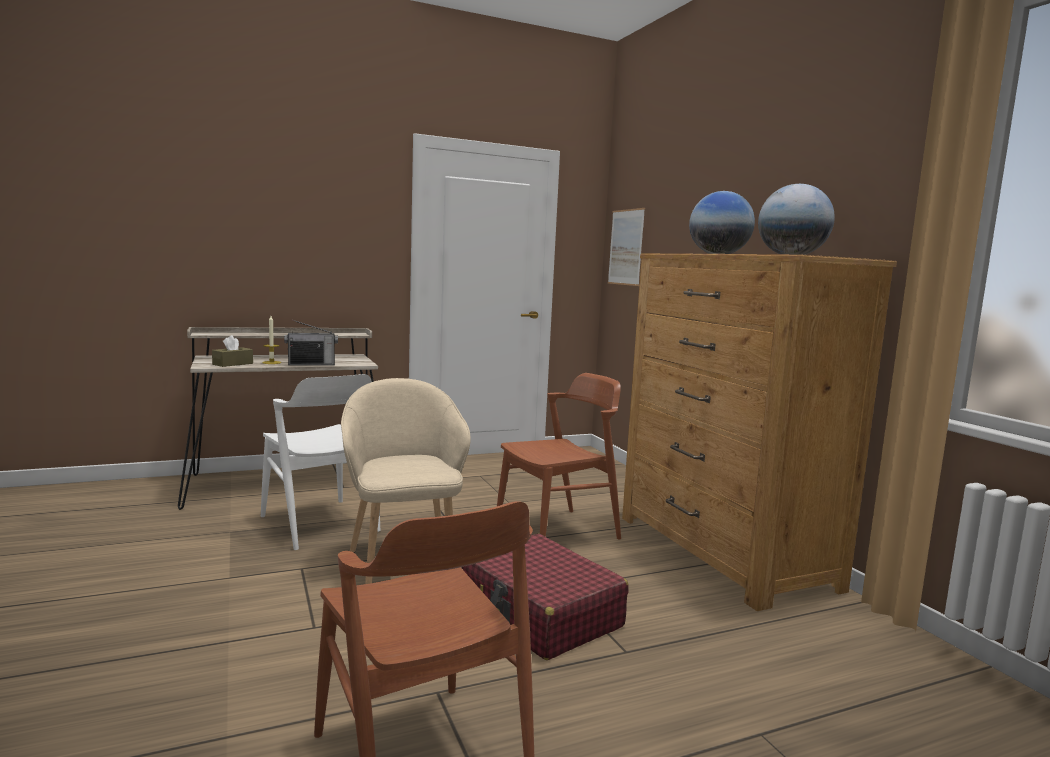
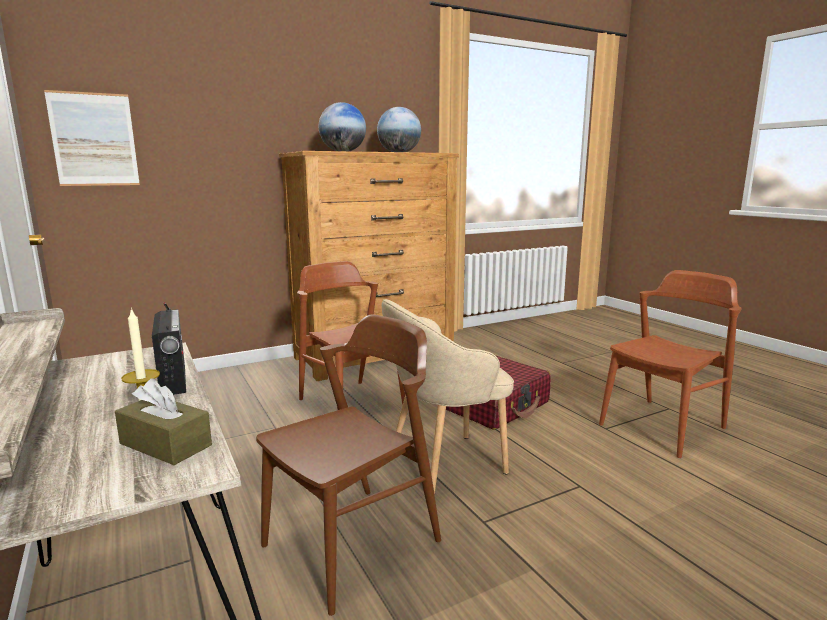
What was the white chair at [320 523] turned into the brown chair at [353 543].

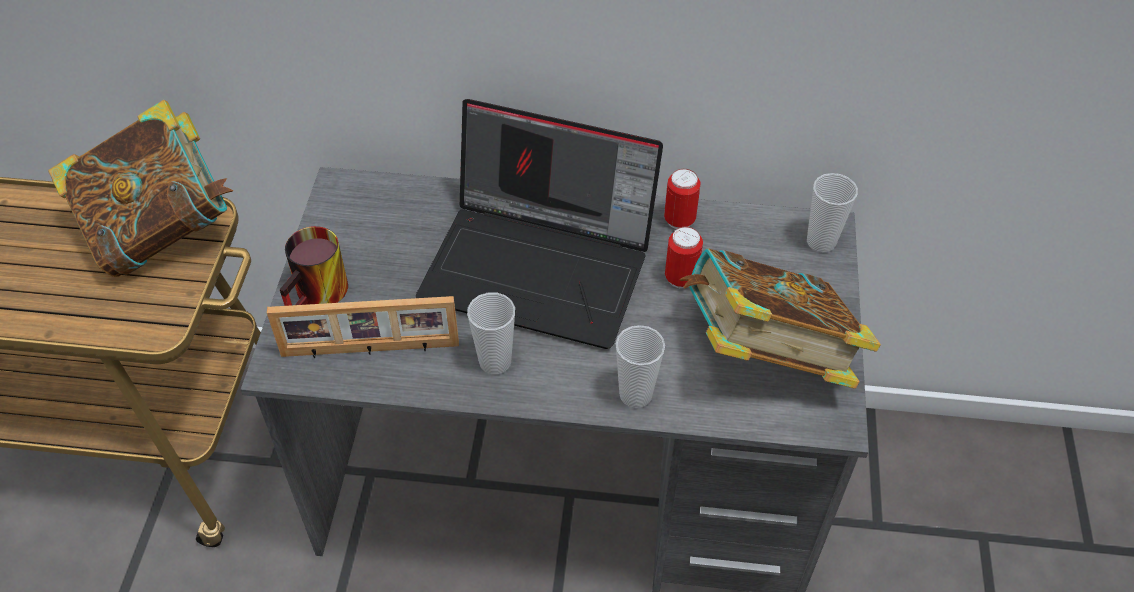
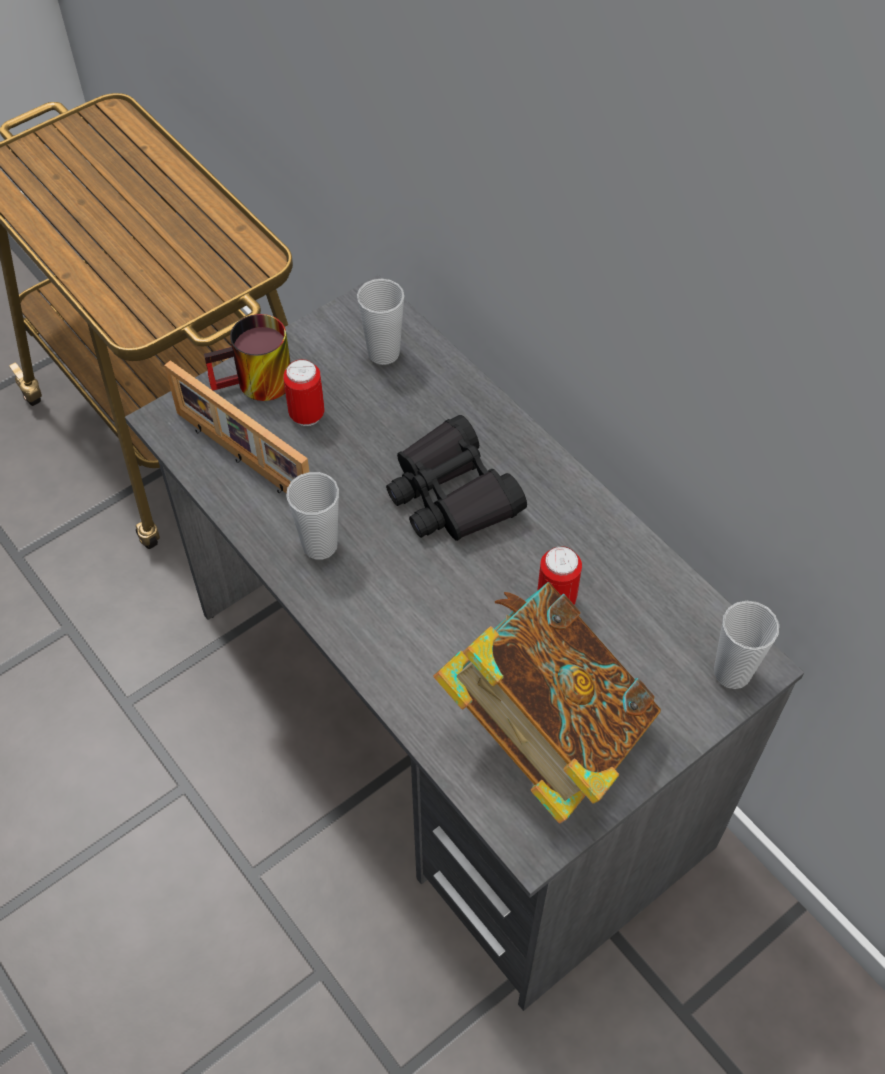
The second view lost the book at [161 230]. The cup ended up elsewhere, having gone from [635 395] to [383 353]. The can ended up elsewhere, having gone from [679 220] to [307 415]. Where the laptop stood at [542 266], the black binoculars came to stand at [451 494].

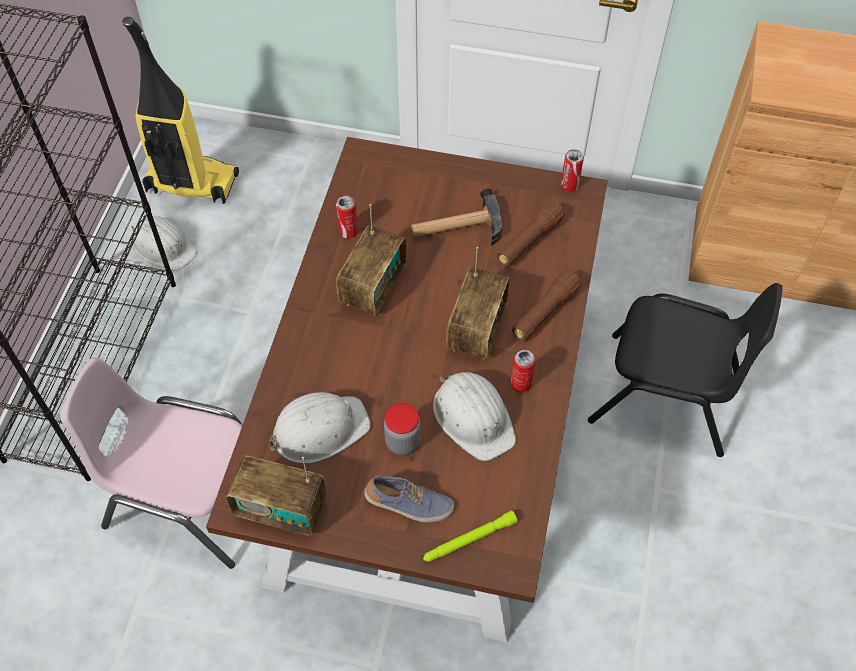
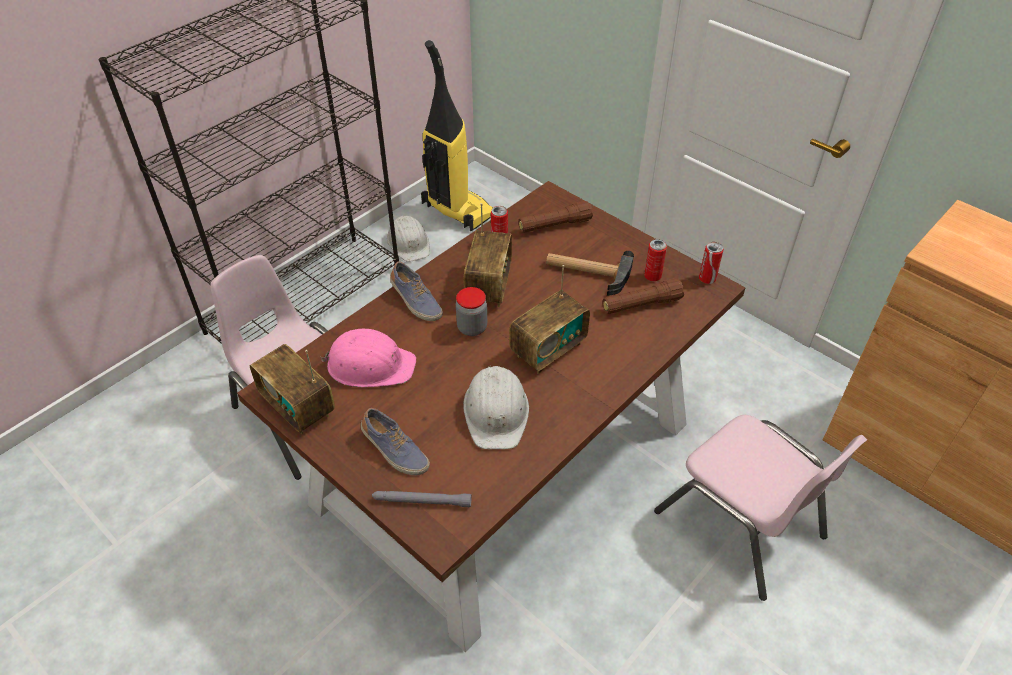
The second view gained the shoe at [415 301]. The jar ended up elsewhere, having gone from [402 442] to [472 328]. The can ended up elsewhere, having gone from [521 384] to [652 276]. The brown flashlight ended up elsewhere, having gone from [545 312] to [554 225]. What was the white hard hat at [319 429] turned into the pink hard hat at [370 365]. What was the green flashlight at [469 540] turned into the grey flashlight at [421 501]. What was the black chair at [666 396] turned into the pink chair at [740 524]. The radio at [373 287] ended up facing another way, 45 degrees counterclockwise from before.

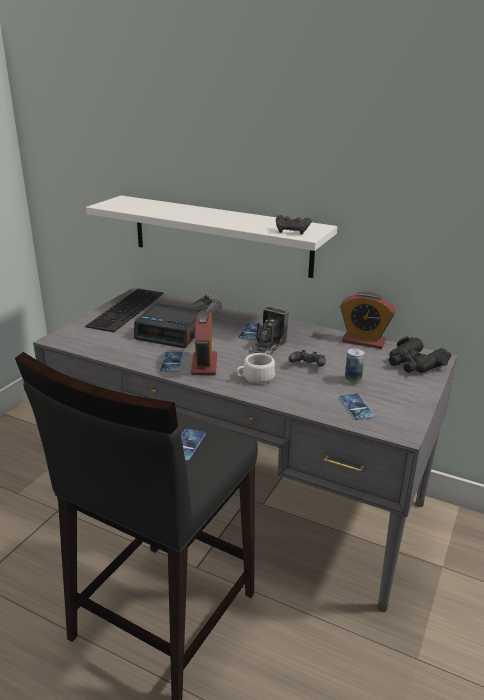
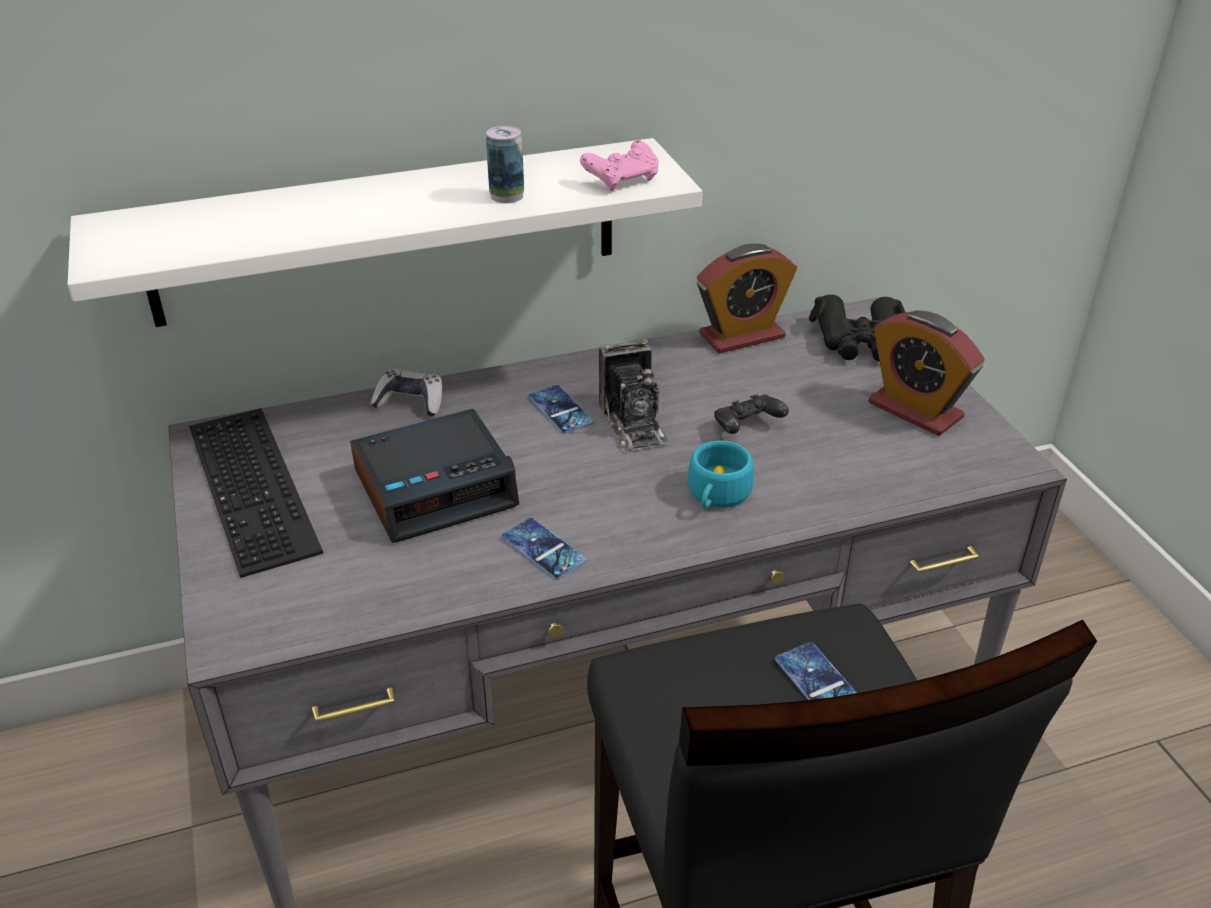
The second view lost the phone at [356 407]. The alarm clock ended up elsewhere, having gone from [204 364] to [915 410]. The can ended up elsewhere, having gone from [352 380] to [507 196]. What was the white cup at [255 378] turned into the turquoise cup at [716 495]. What was the black game controller at [292 231] turned into the pink game controller at [622 180].

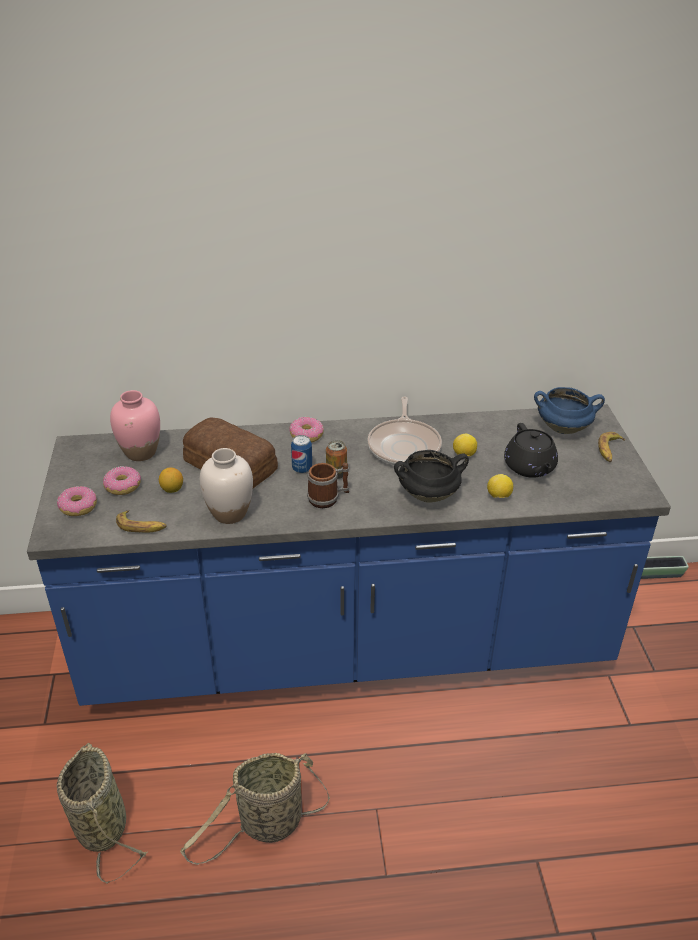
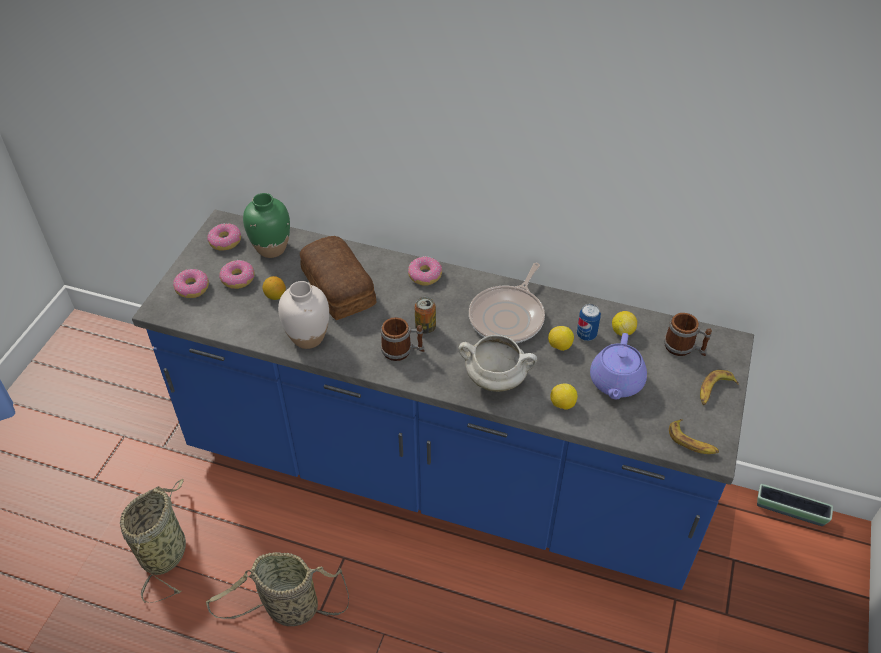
The second view gained the donut at [225 241]. The second view gained the lemon at [622 331]. The banana ended up elsewhere, having gone from [141 526] to [692 442]. The can ended up elsewhere, having gone from [302 469] to [586 335]. Where the blue cooking pot stood at [563 428], the mug came to stand at [684 348]. What was the pink vase at [141 452] turned into the green vase at [272 248]. What was the black cooking pot at [429 494] turned into the white cooking pot at [496 379]. What was the black teapot at [529 467] turned into the purple teapot at [616 382].

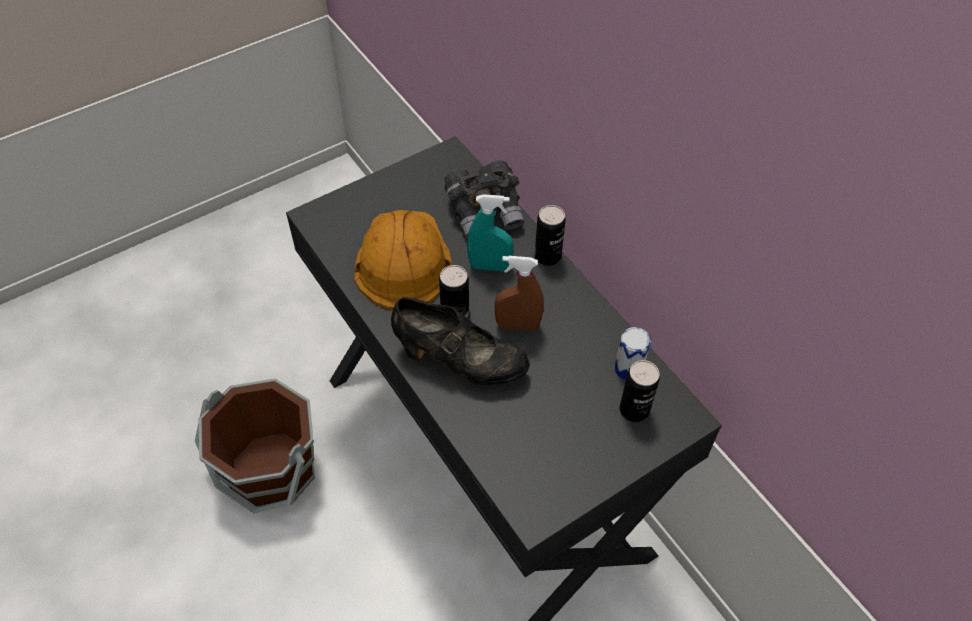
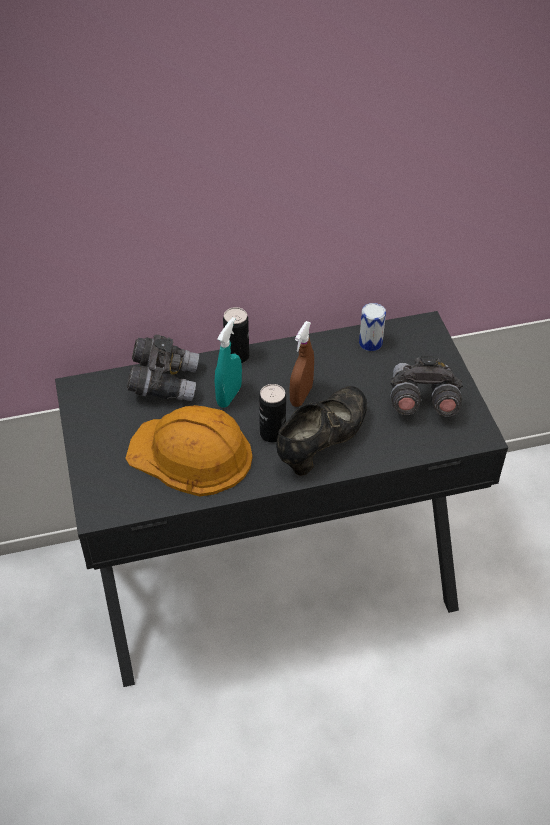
The second view lost the brown bucket at [271 471]. The second view lost the can at [634 410]. The second view gained the grey binoculars at [421 401].

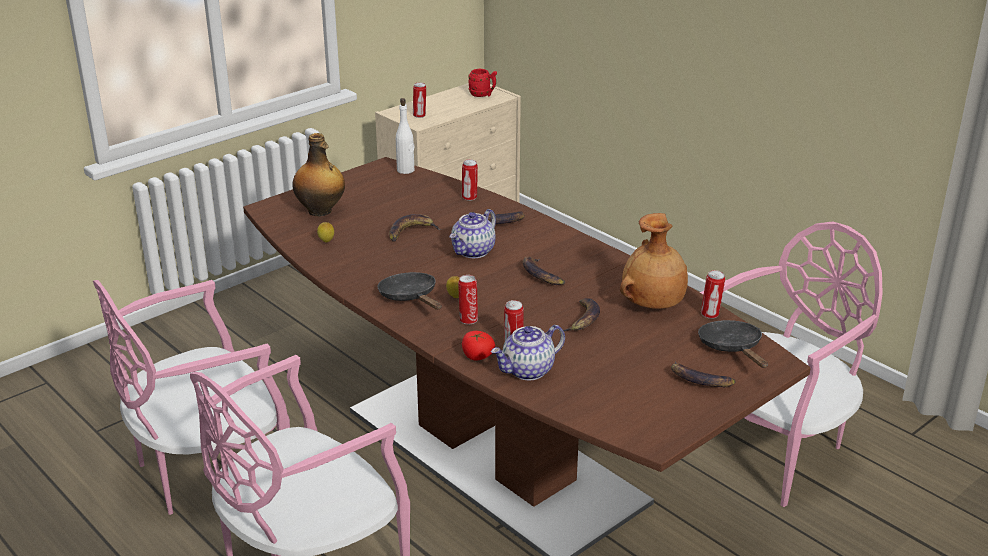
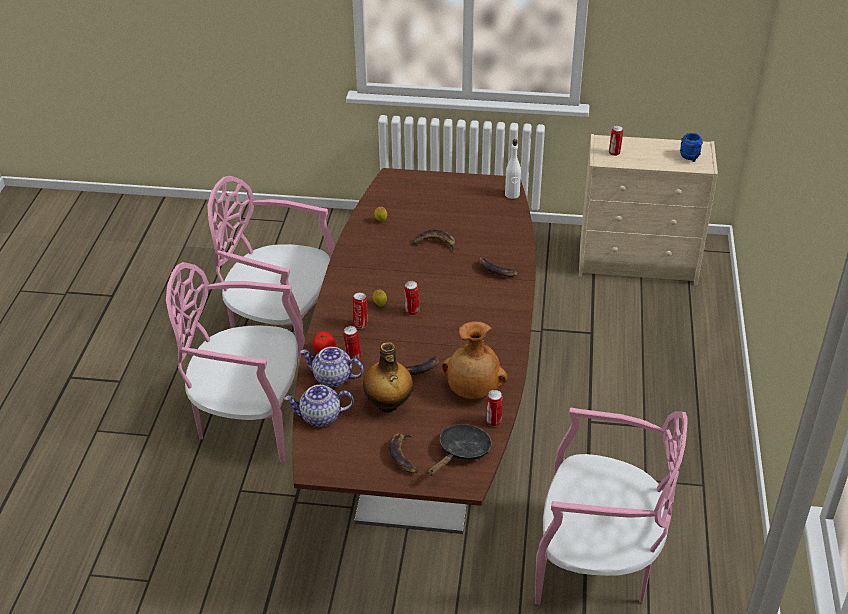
The second view lost the black frying pan at [410 297]. The second view lost the banana at [540 275]. The bottle ended up elsewhere, having gone from [320 211] to [388 405]. The teapot ended up elsewhere, having gone from [473 251] to [320 417]. The can ended up elsewhere, having gone from [469 198] to [412 312]. What was the red mug at [483 95] turned into the blue mug at [691 158].

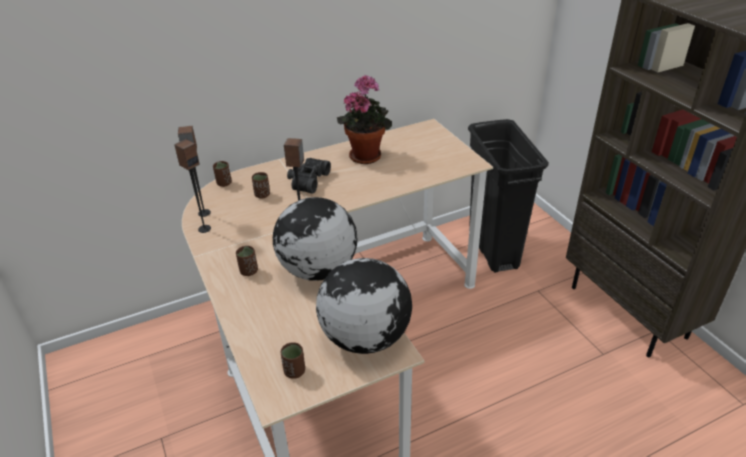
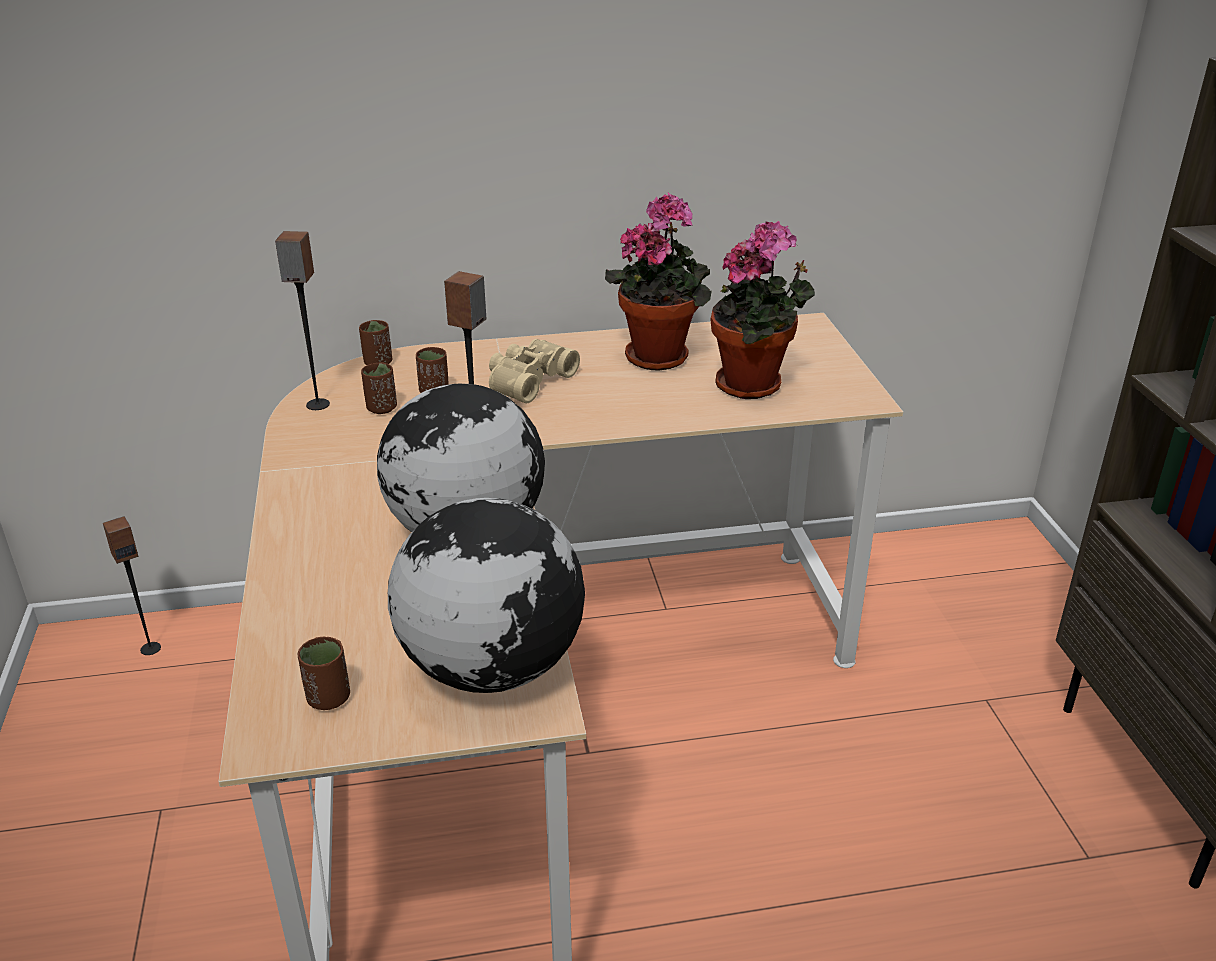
The second view lost the black trash can at [493 249]. The second view gained the potted plant at [754 386]. The speaker ended up elsewhere, having gone from [204 229] to [150 648]. The brown cup ended up elsewhere, having gone from [249 271] to [381 408]. What was the black binoculars at [307 180] turned into the beige binoculars at [527 381].

